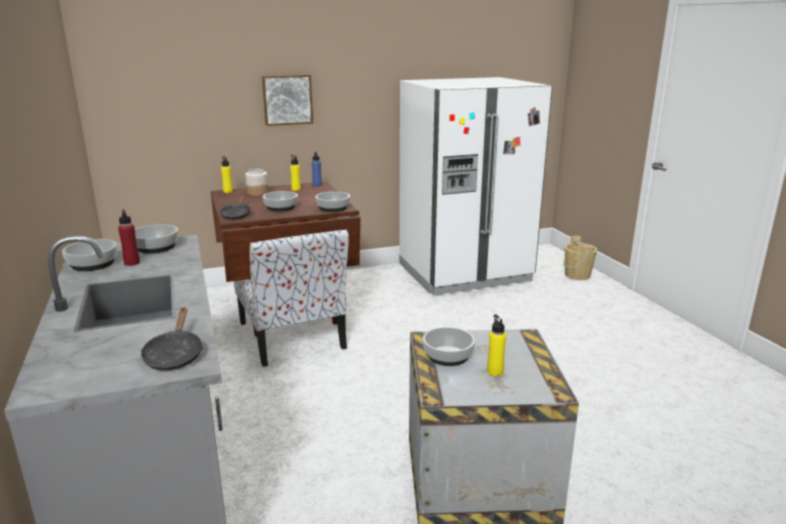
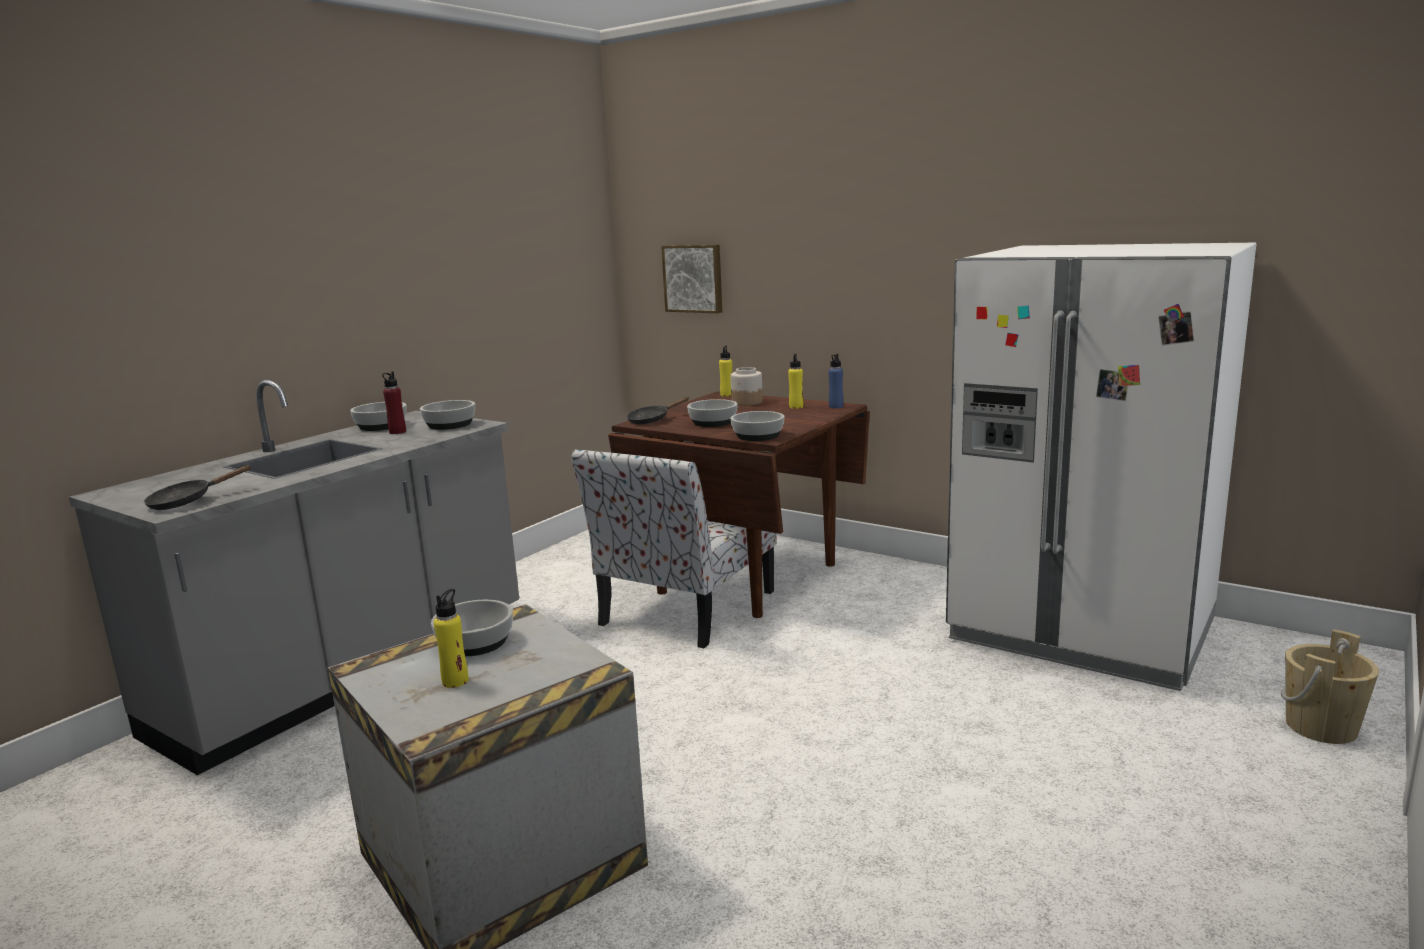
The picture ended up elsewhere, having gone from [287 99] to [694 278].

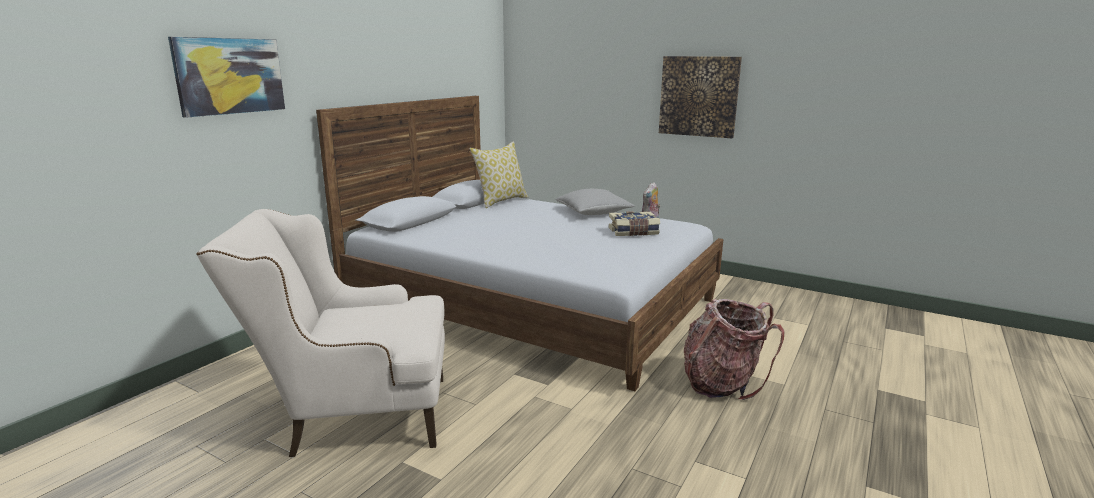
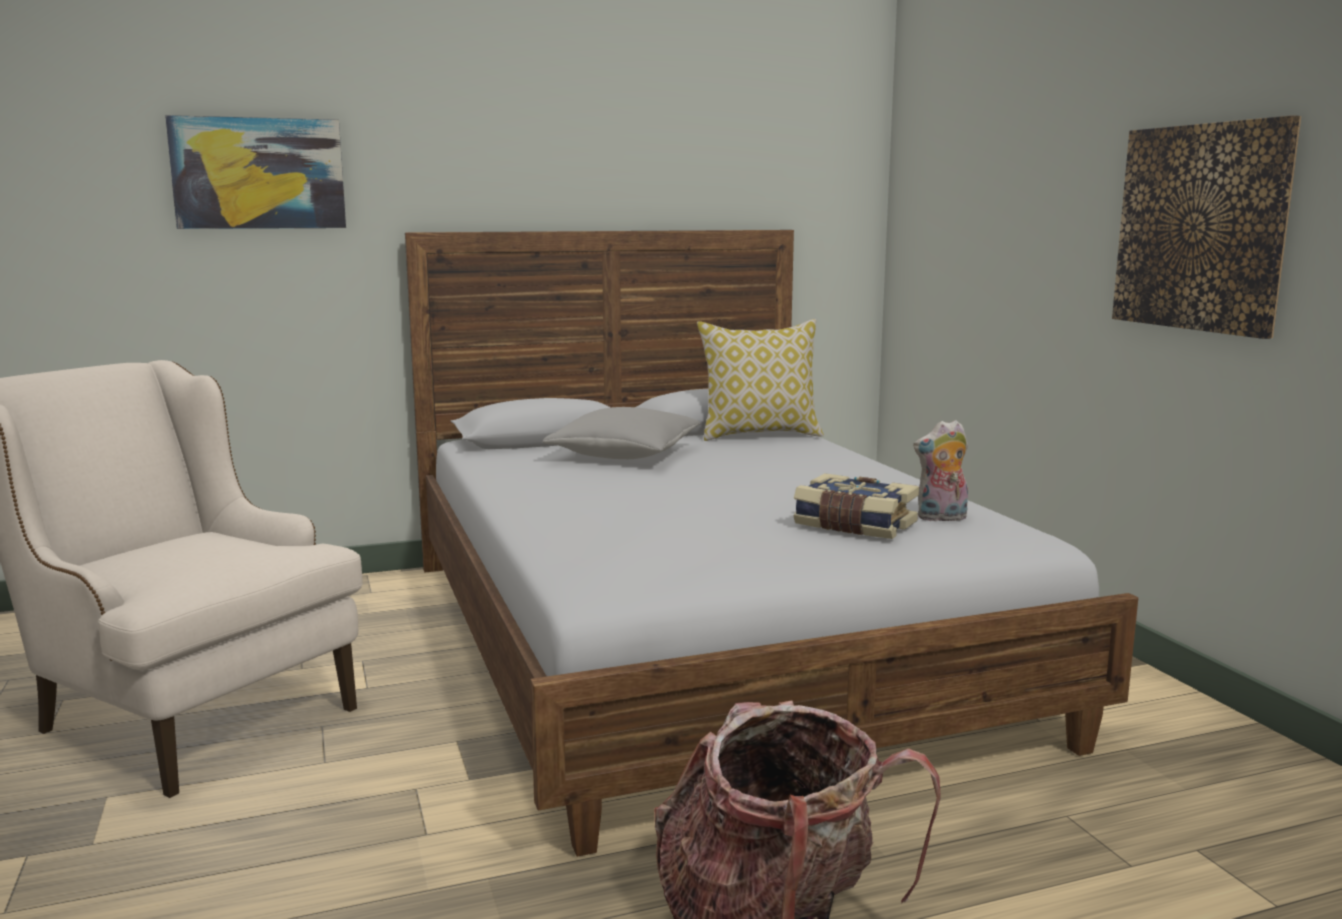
The grey pillow ended up elsewhere, having gone from [593 212] to [625 455].

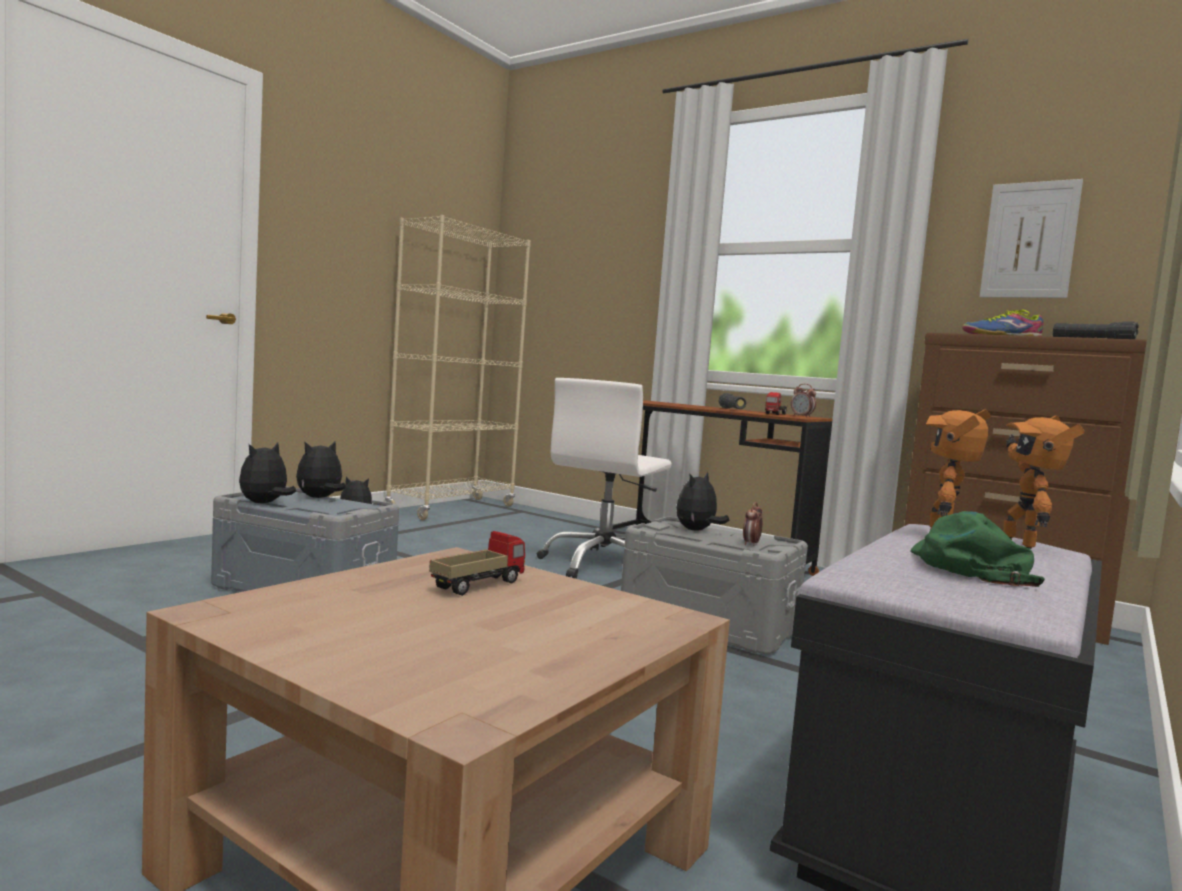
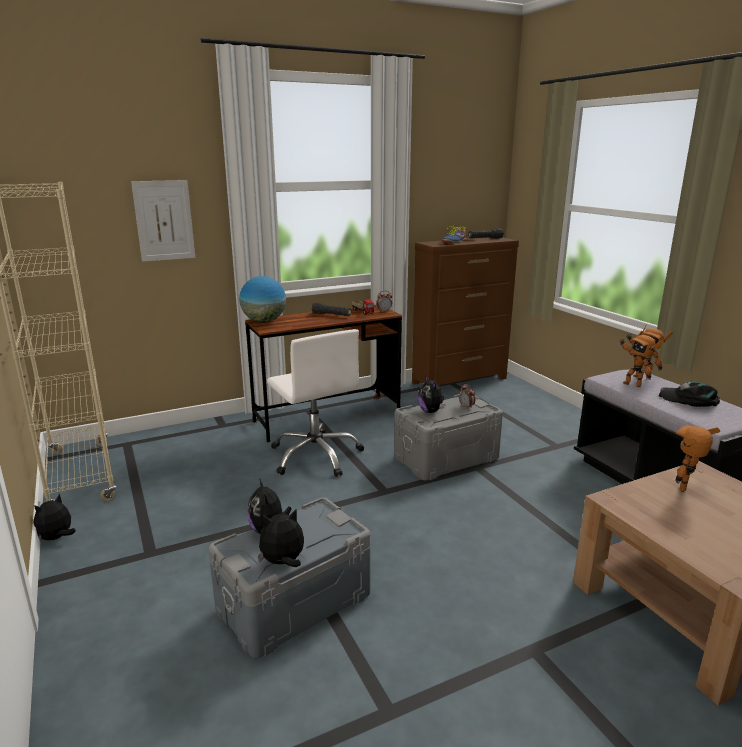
The second view lost the toy truck at [478 585]. The second view gained the globe at [264 321]. The second view gained the toy robot at [687 488]. The picture ended up elsewhere, having gone from [1029 240] to [164 220]. What was the green cap at [967 565] turned into the black cap at [689 399]. The plush toy at [264 503] ended up facing another way, 105 degrees clockwise from before.

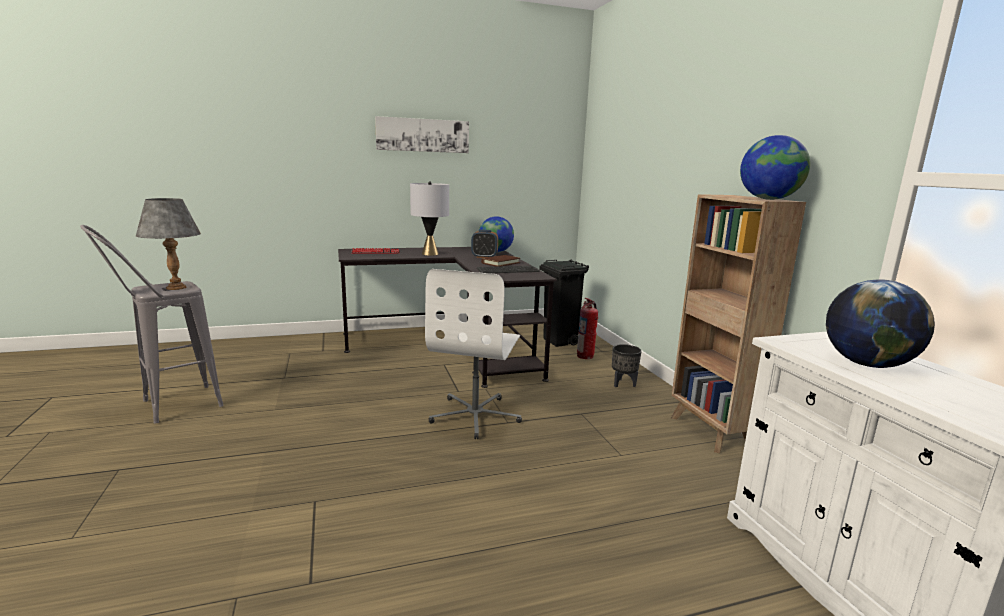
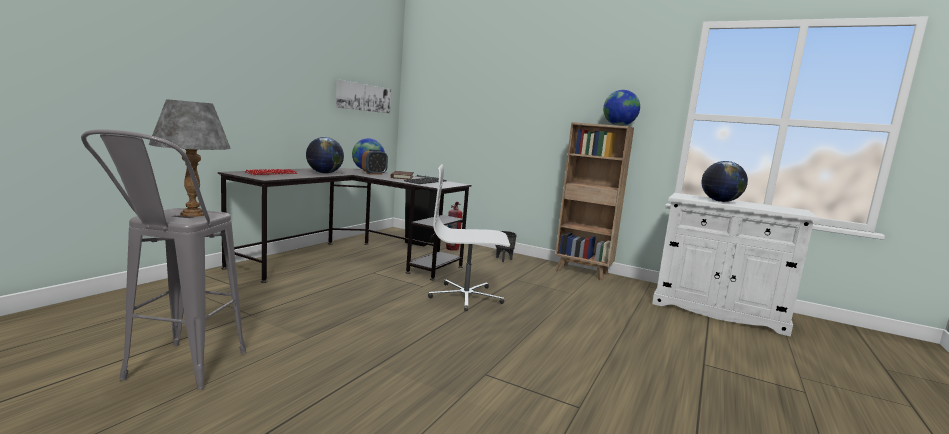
The picture ended up elsewhere, having gone from [423 135] to [364 97]. Where the grey table lamp stood at [429 254], the globe came to stand at [324 173]. The white office chair at [476 415] ended up facing another way, 120 degrees clockwise from before.

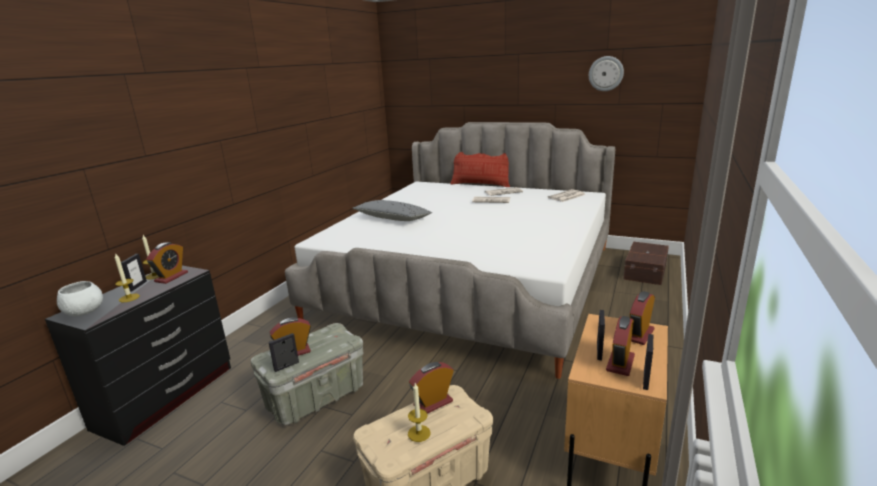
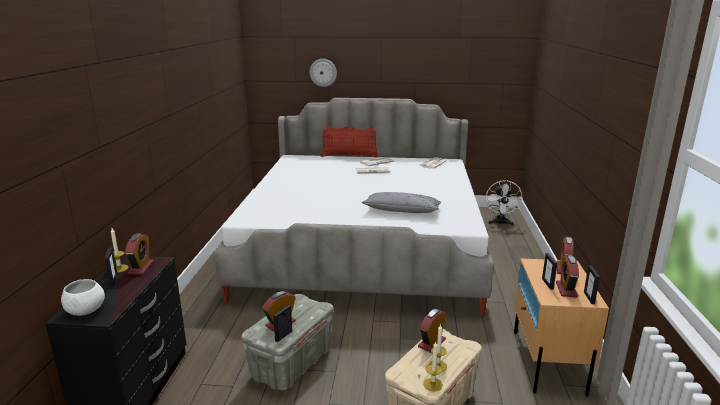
The candle ended up elsewhere, having gone from [129 298] to [433 384]. The grey pillow ended up elsewhere, having gone from [392 218] to [402 211]. The wall clock ended up elsewhere, having gone from [606 73] to [323 72]. Where the brown storage box stood at [646 271], the white fan came to stand at [500 223].

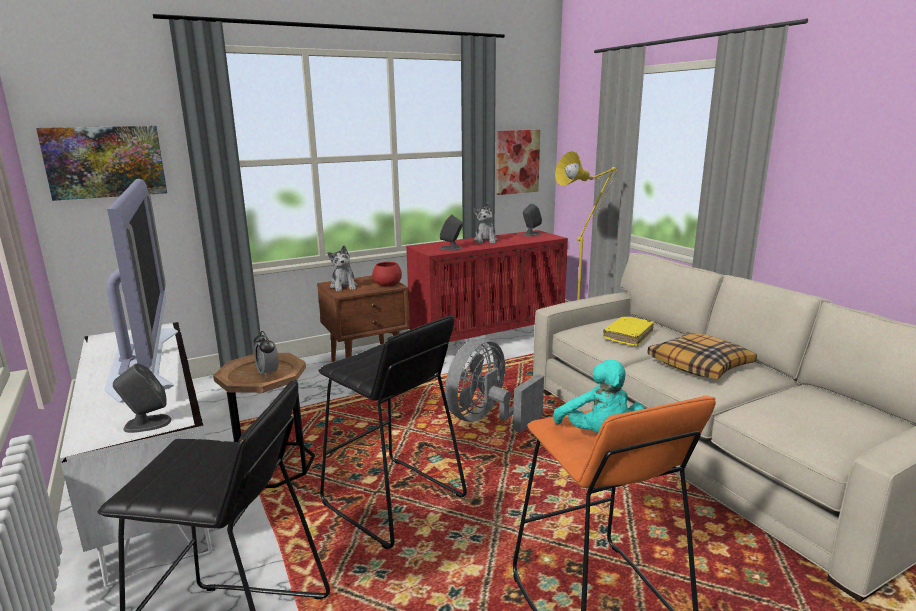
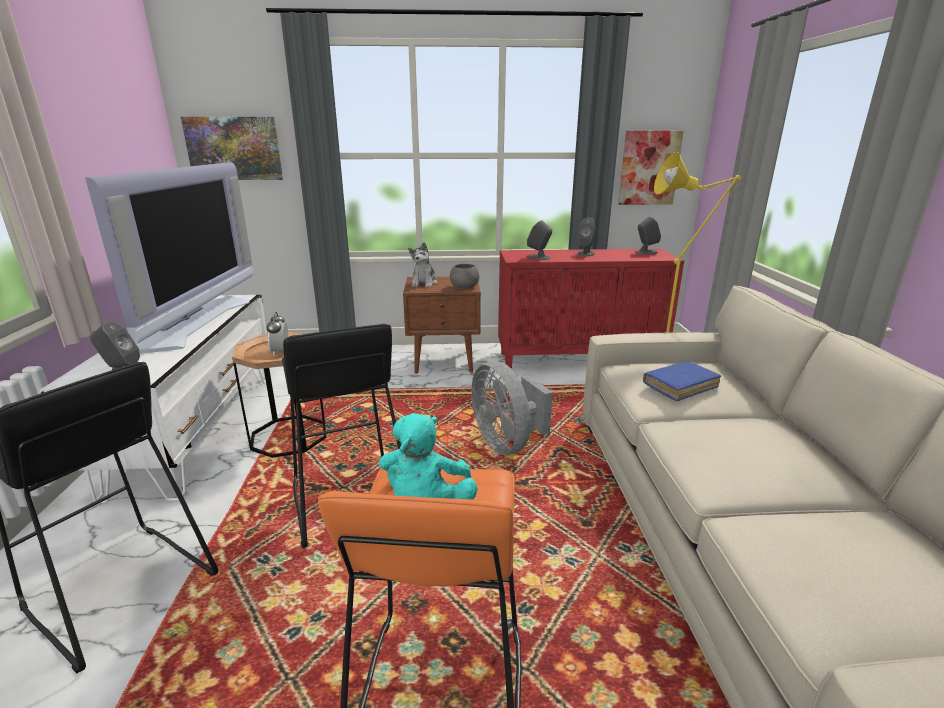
The second view lost the pillow at [700 365]. Where the plush toy stood at [485 241], the grey speaker came to stand at [585 253]. What was the red bowl at [388 284] turned into the grey bowl at [465 286]. What was the yellow book at [628 336] turned into the blue book at [680 387]. The grey fan at [487 419] ended up facing another way, 90 degrees counterclockwise from before.

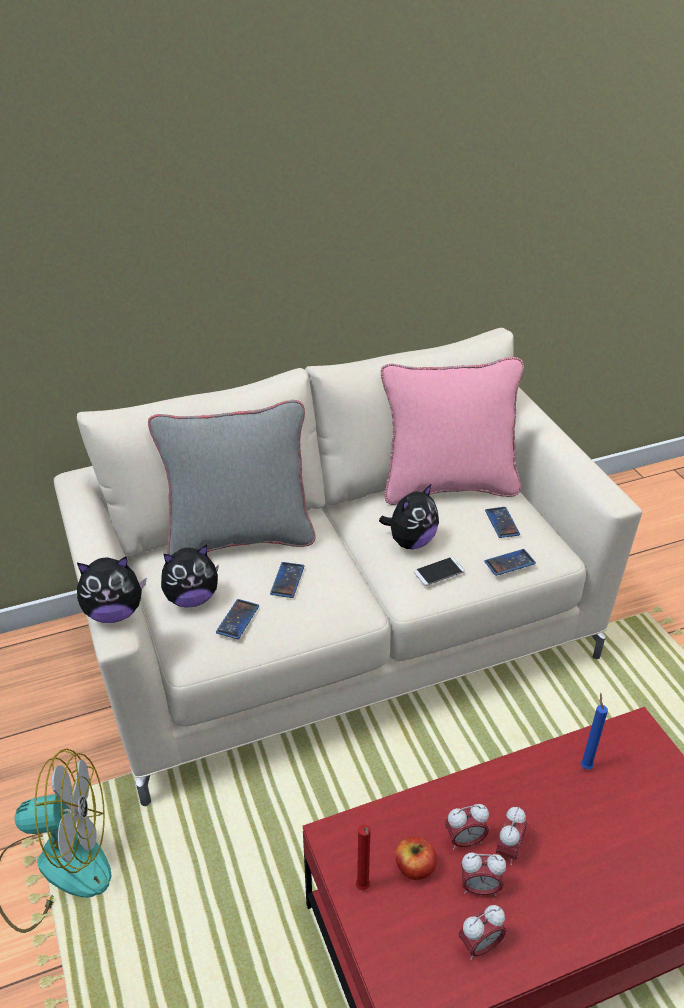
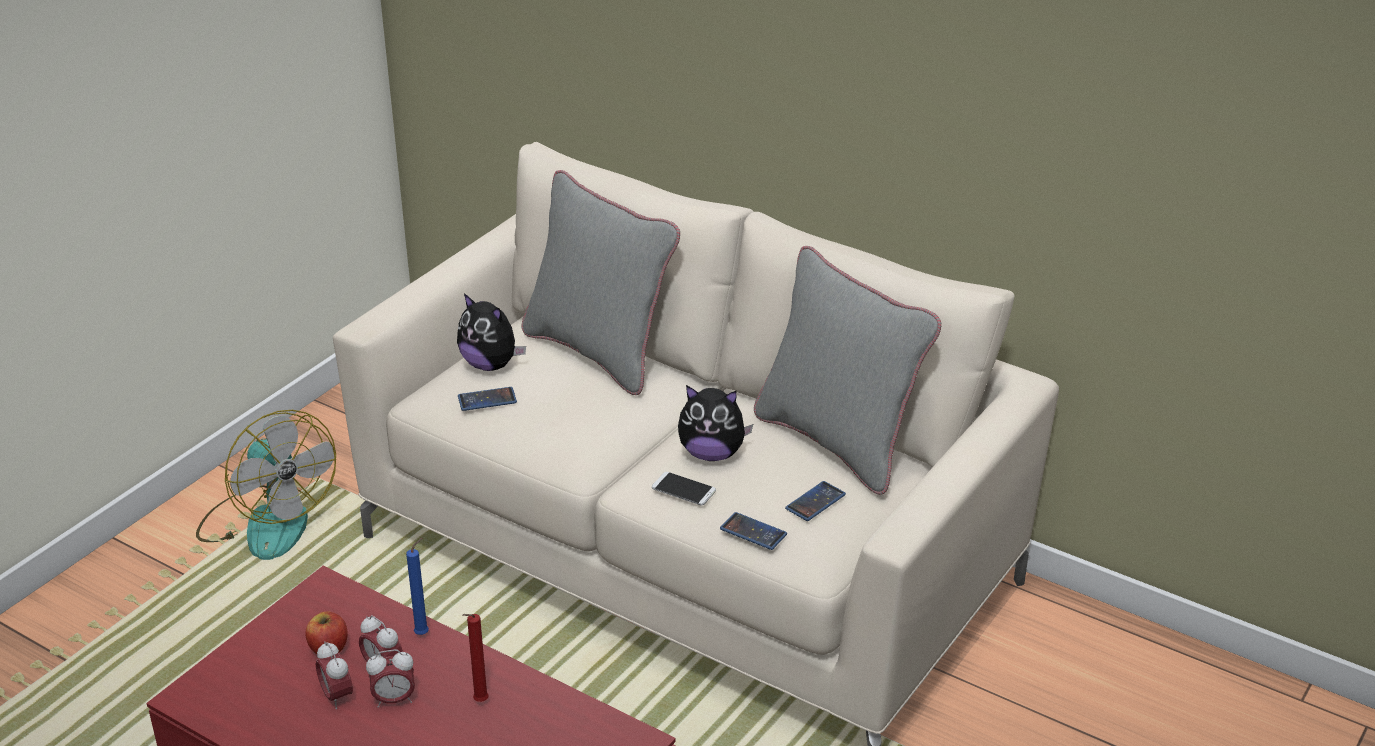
The second view lost the plush toy at [114 613]. The second view lost the phone at [287 580]. The second view lost the alarm clock at [480 945]. The red candle ended up elsewhere, having gone from [363 889] to [479 702]. The blue candle ended up elsewhere, having gone from [585 765] to [424 633]. What was the pink pillow at [447 486] turned into the grey pillow at [838 442].

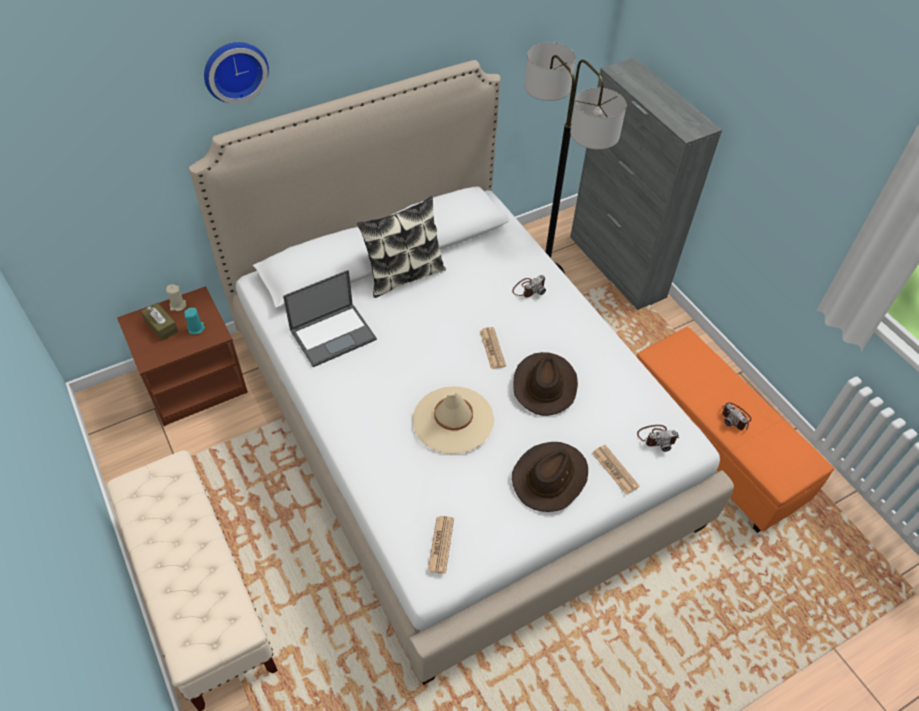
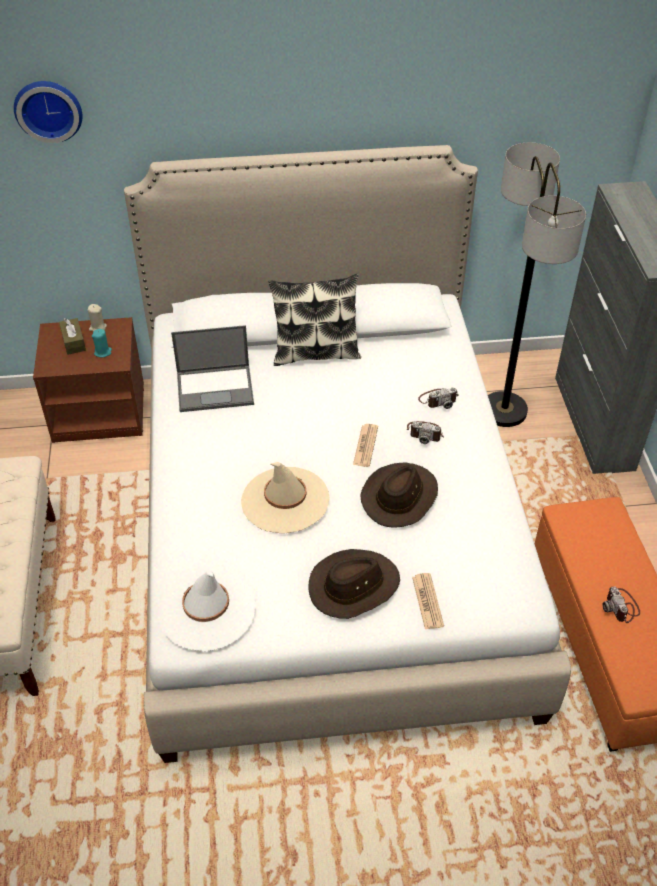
The wall clock ended up elsewhere, having gone from [234 70] to [48 109]. The photo camera ended up elsewhere, having gone from [657 437] to [425 433]. Where the newspaper stood at [441 544], the white hat came to stand at [207 609].

